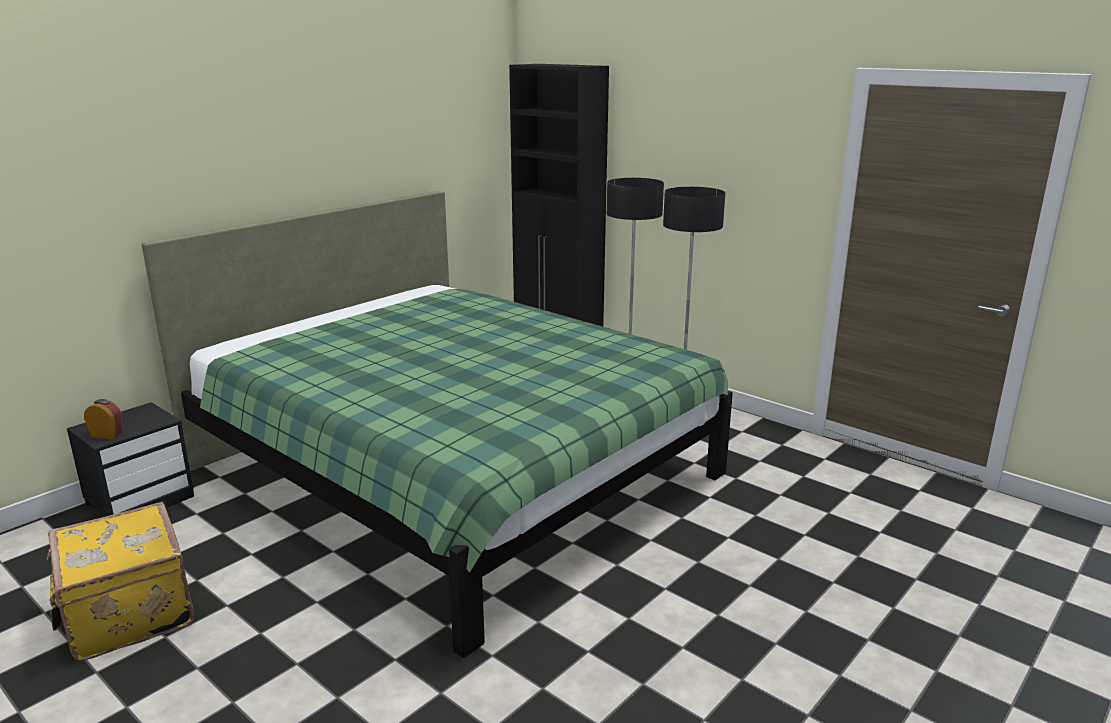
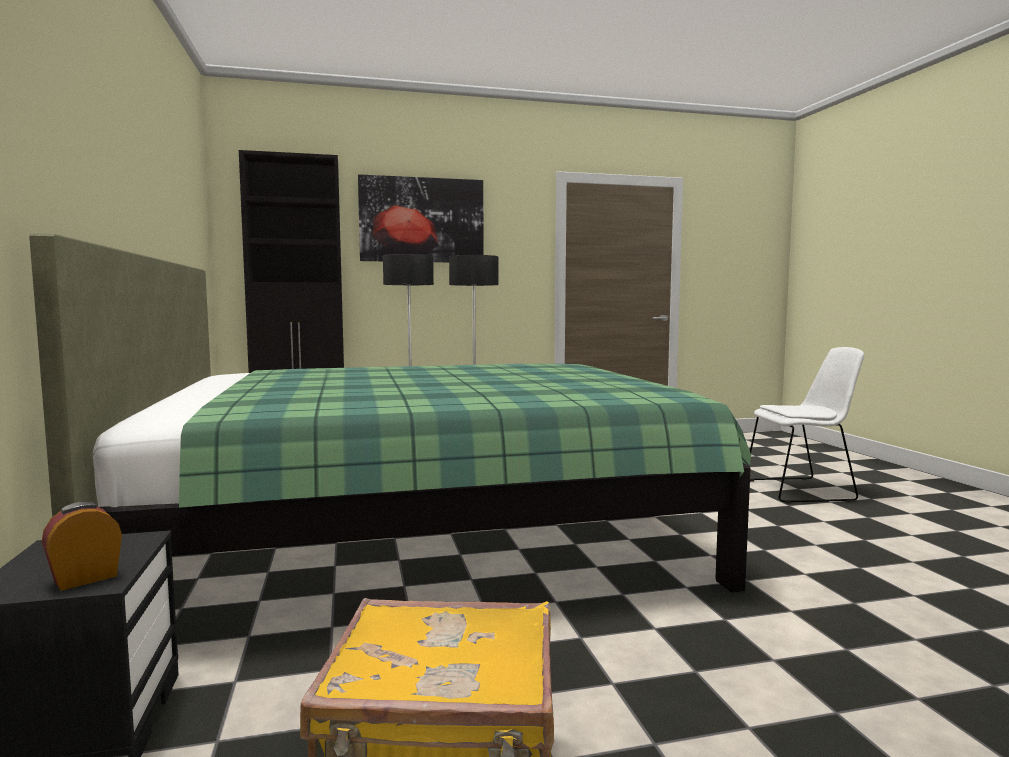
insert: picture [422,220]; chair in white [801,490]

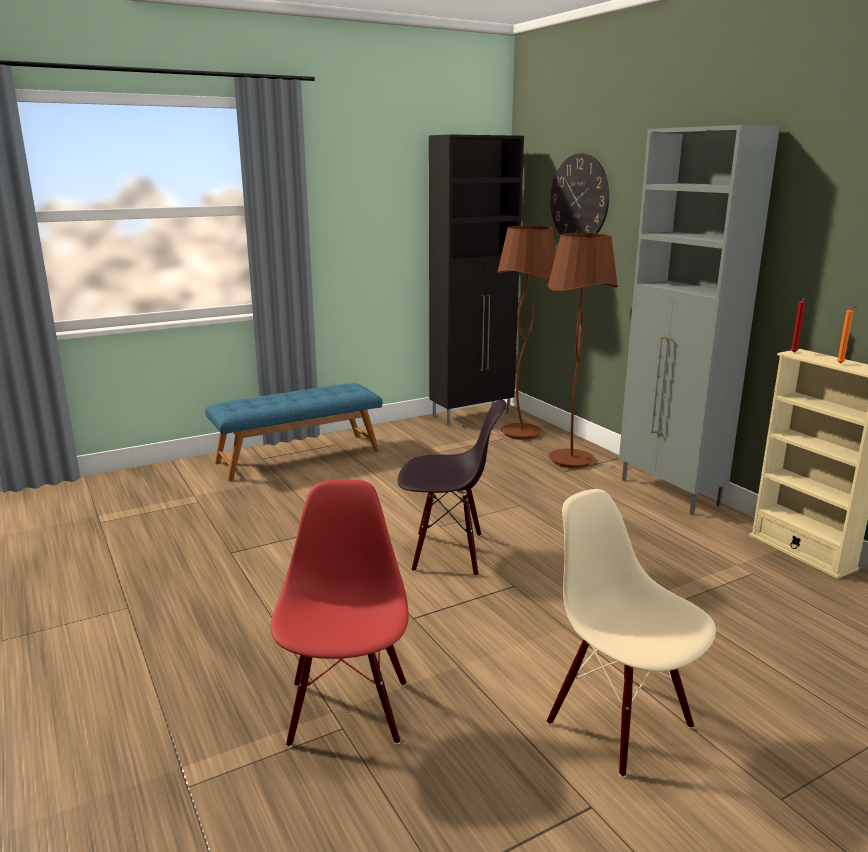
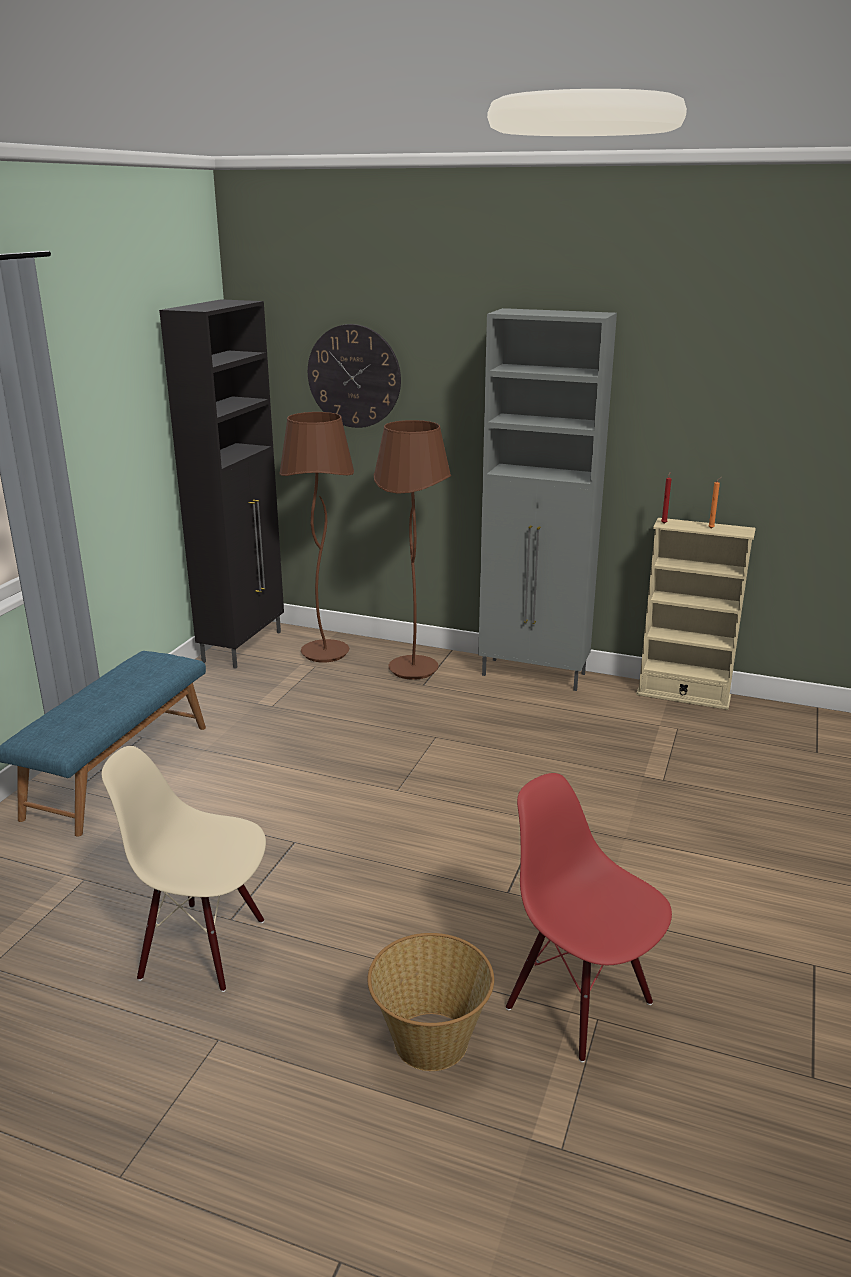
delete: chair in black [448,553]
insert: basket [430,1042]
move: chair in beige [621,723] to [203,947]

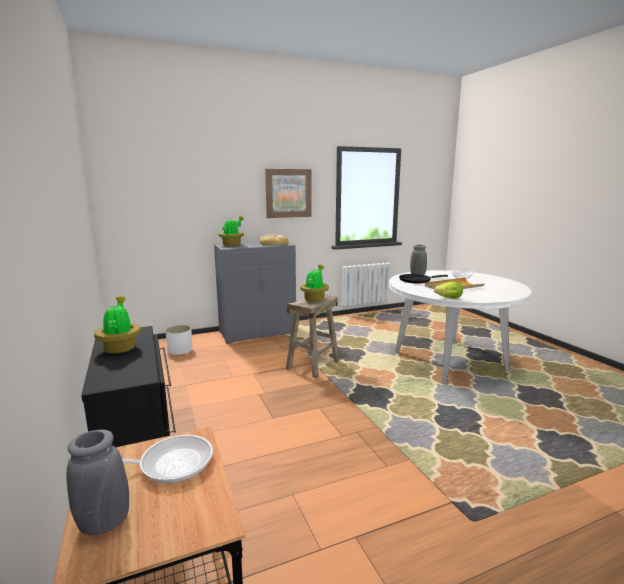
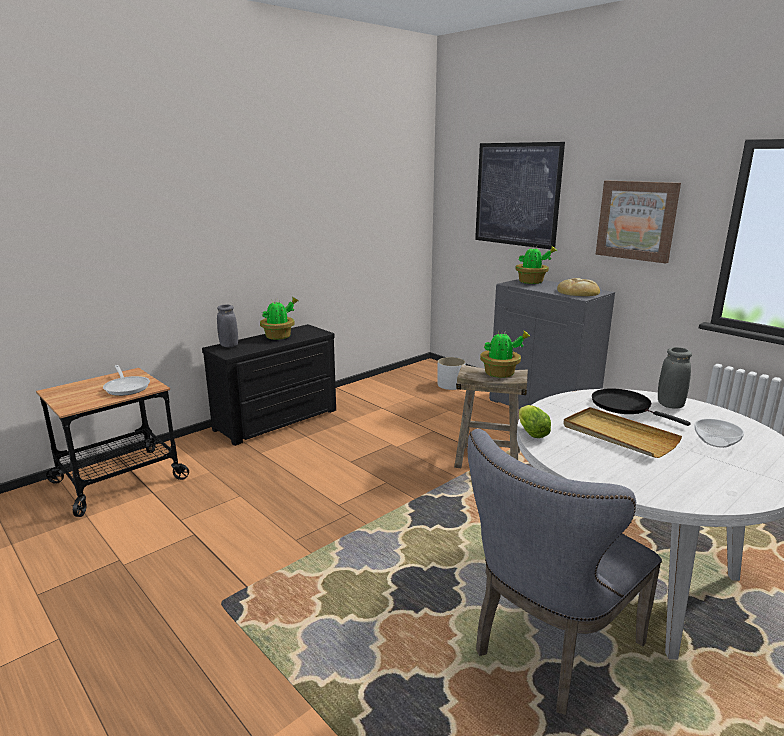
insert: chair in grey [549,651]; picture [517,194]
move: vase in grey [104,523] to [229,346]

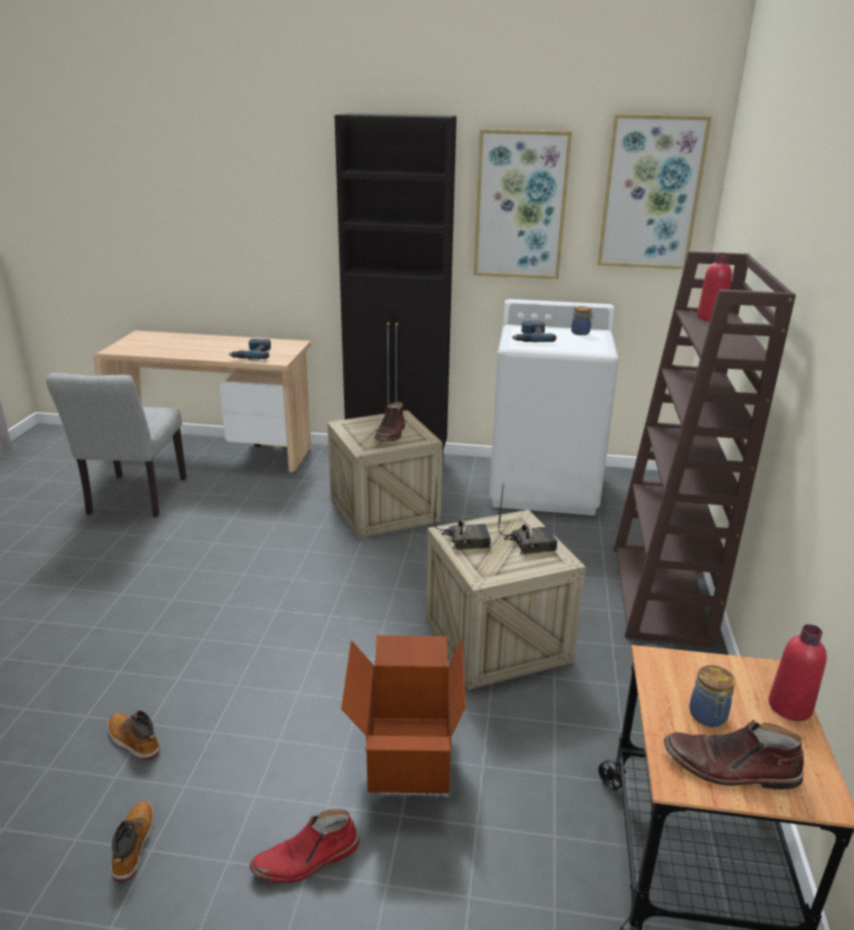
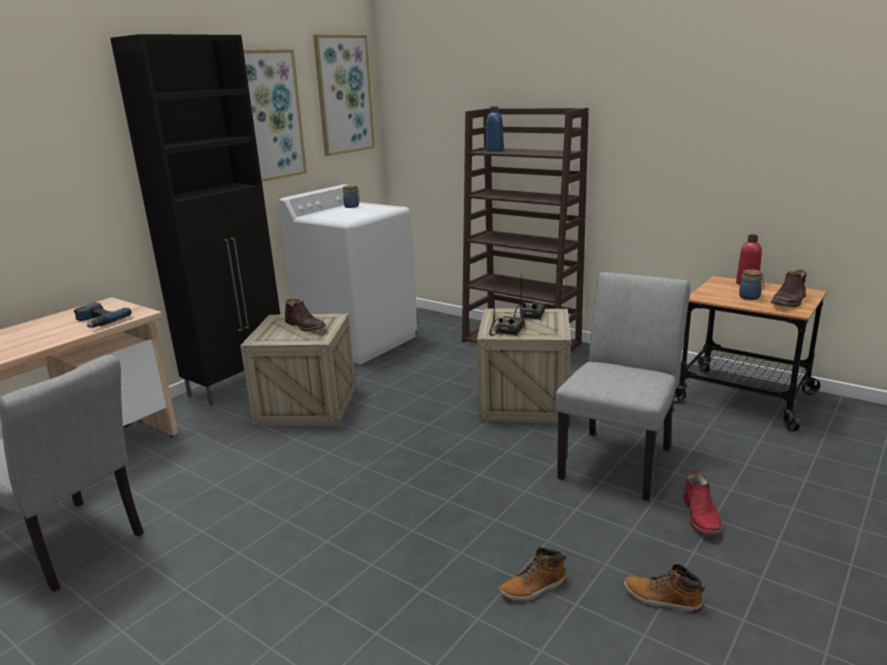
delete: power drill [531,338]
replace: cardboard box [407,754] to chair in grey [619,458]
recolor: bottle in red [710,318] to bottle in blue [494,150]

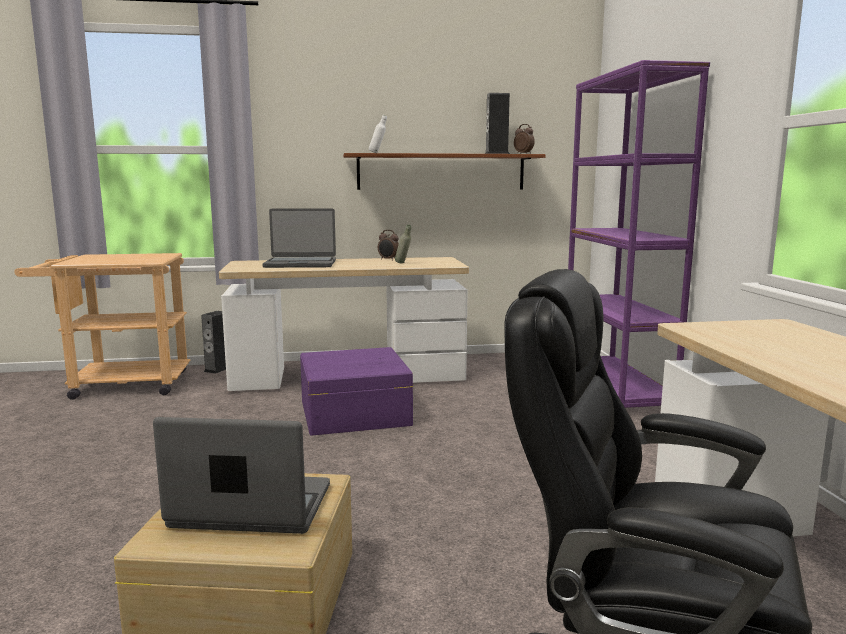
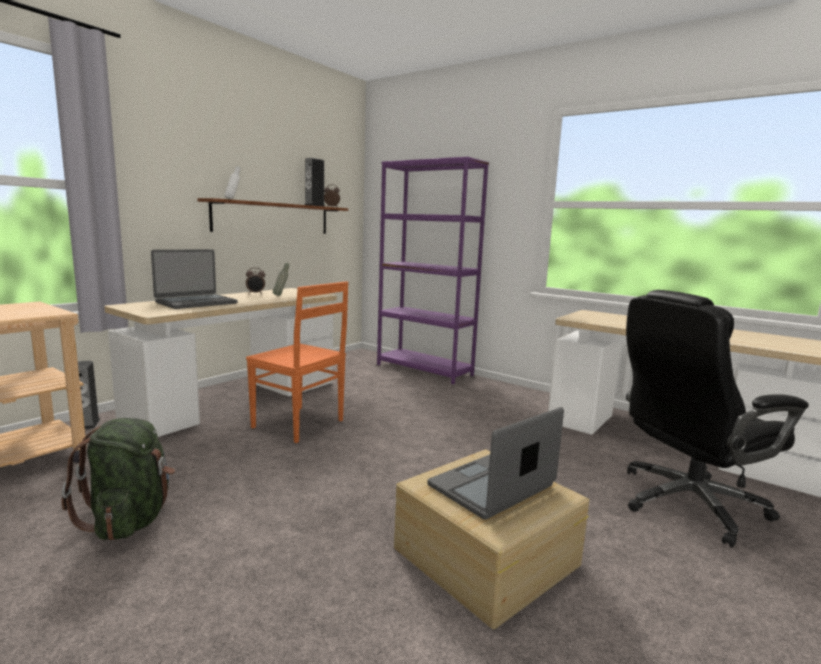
insert: backpack in green [130,519]
replace: storage box in purple [353,412] to chair in orange [300,424]

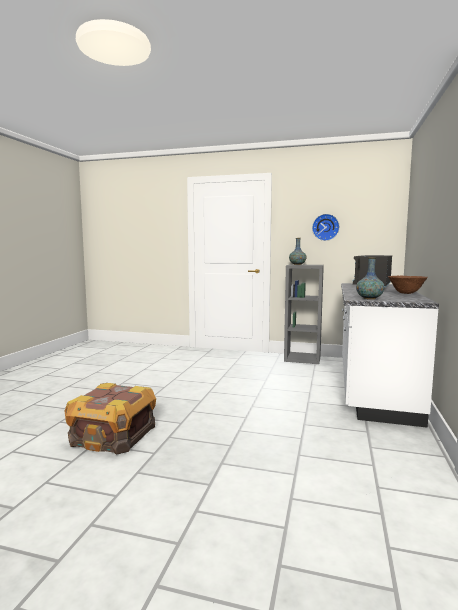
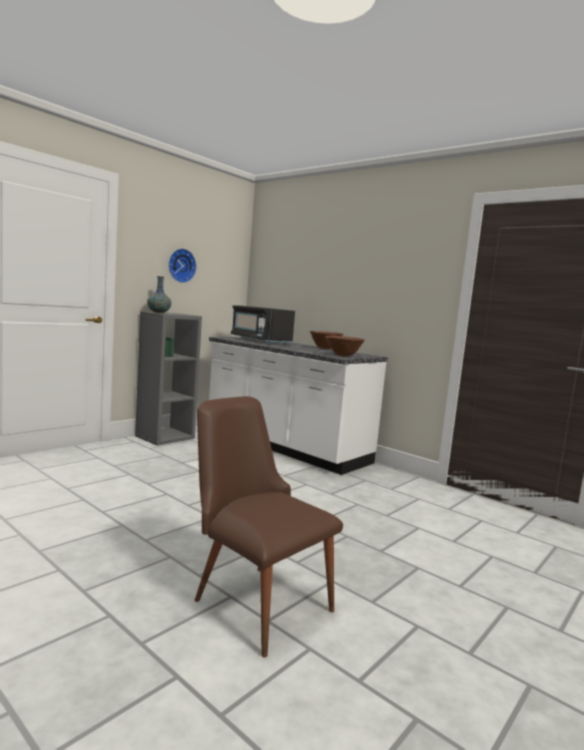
replace: crate [114,435] to chair in brown [254,599]; vase [369,298] to bowl in brown [343,356]

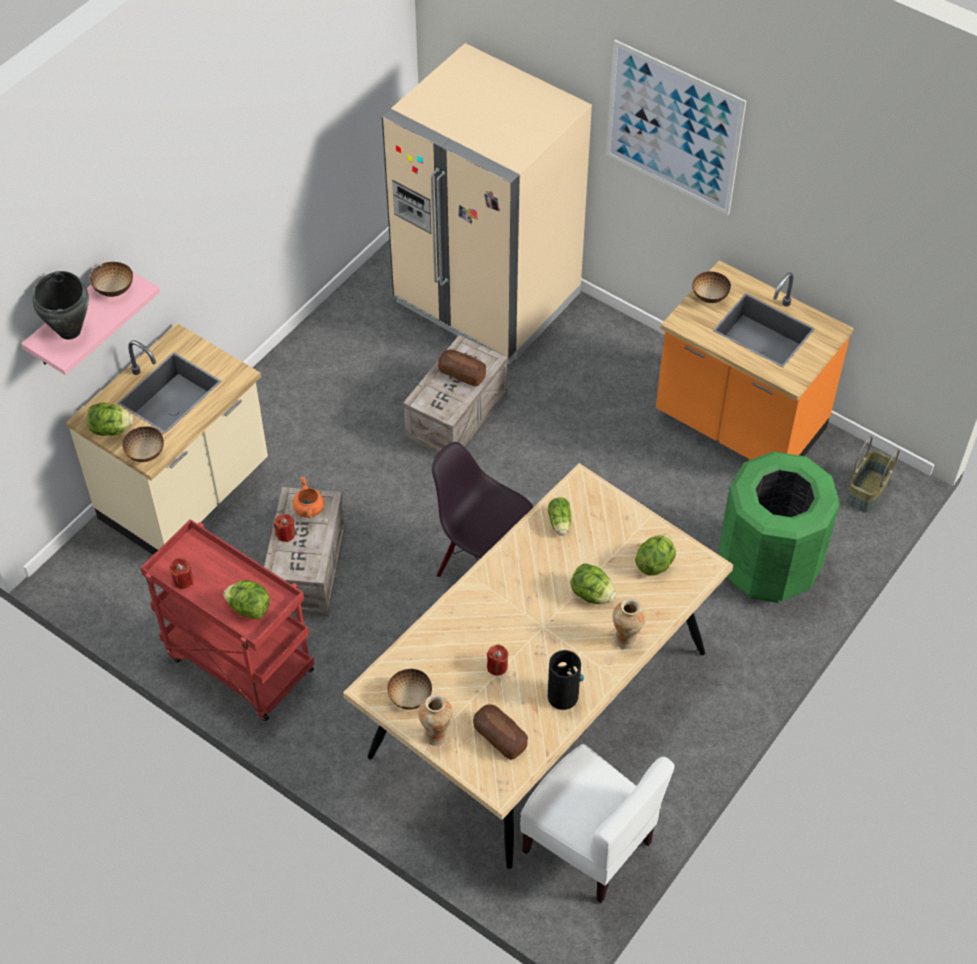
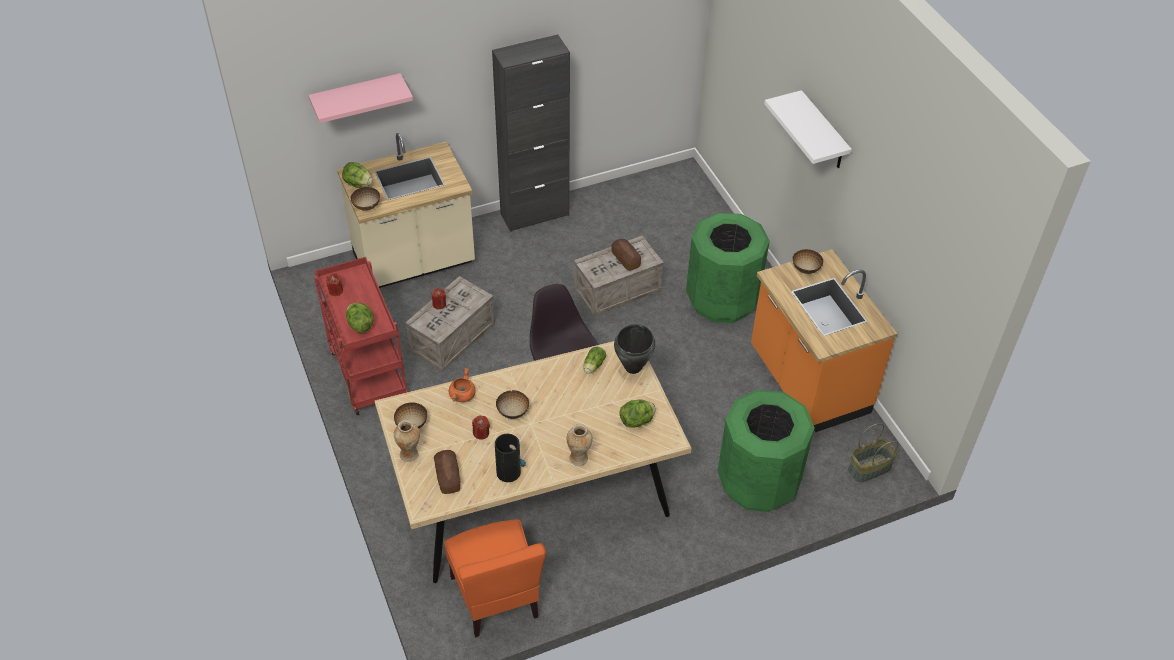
delete: fridge in beige [487,299]; lettuce [591,594]
insert: cabinet in black [534,214]; trash can in green [722,300]
move: cooking pot in black [70,331] to [633,367]; bowl [115,290] to [513,412]; cooking pot in orange [309,509] to [462,396]
replace: picture [673,128] to shelf in white [823,132]
recolor: chair in white [589,845] to chair in orange [496,596]

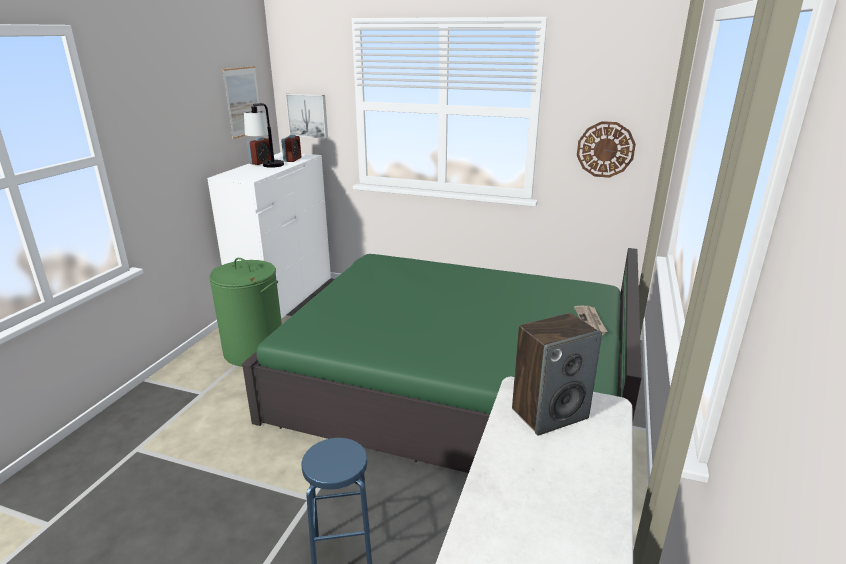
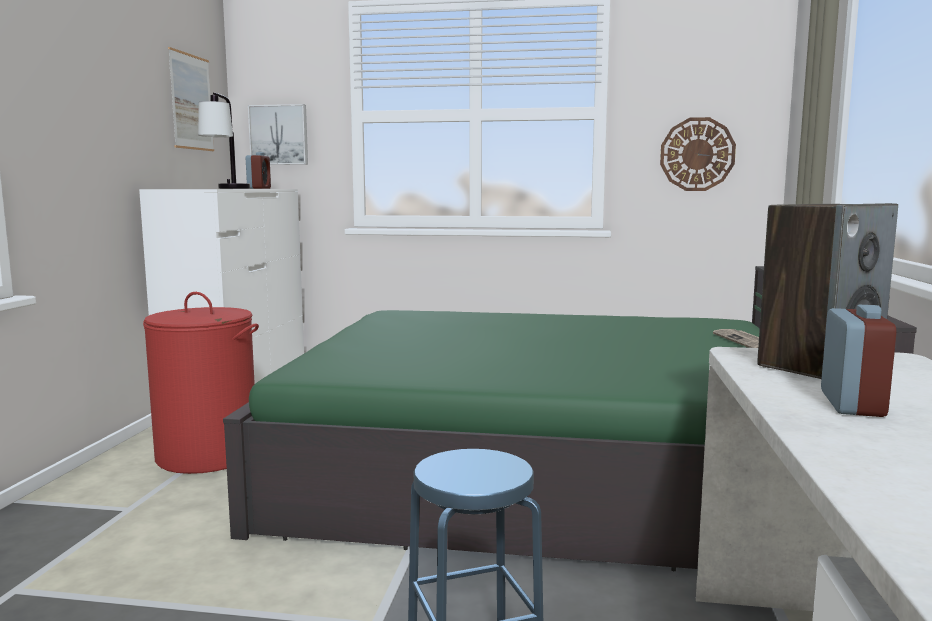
move: alarm clock [261,162] to [851,404]
recolor: laundry basket in green [254,350] to laundry basket in red [208,455]

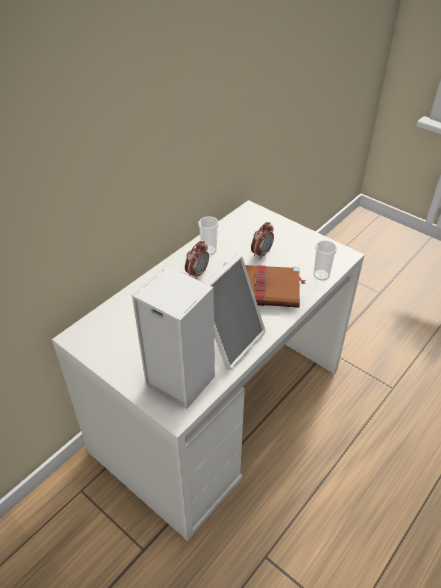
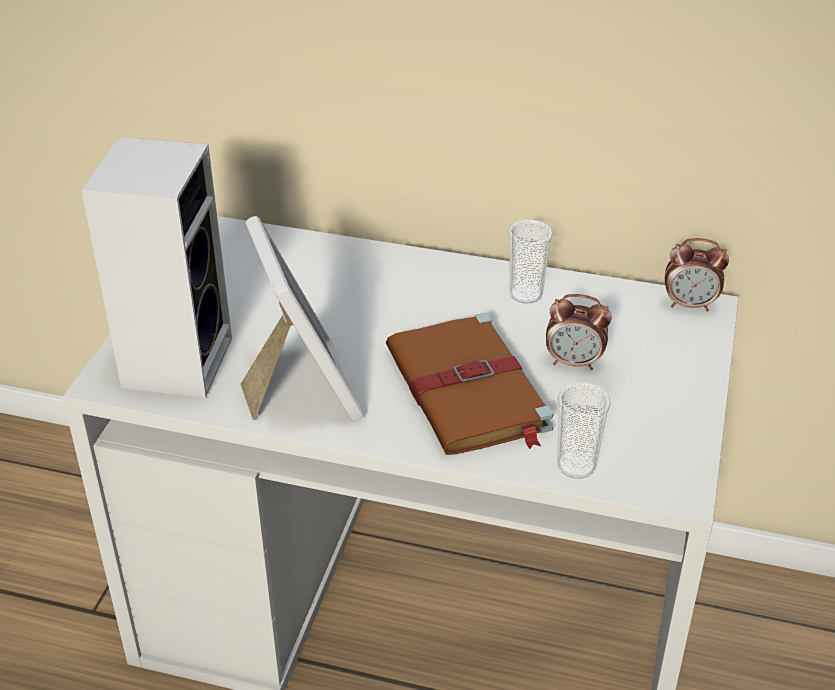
move: alarm clock [197,273] to [690,305]
rotate: picture frame [229,340] = [301,390] 120 degrees counterclockwise

